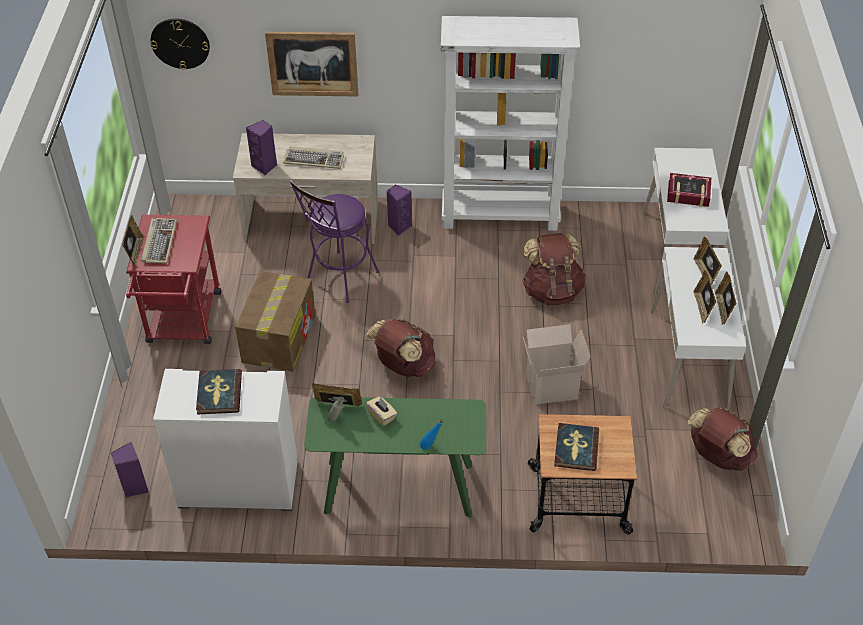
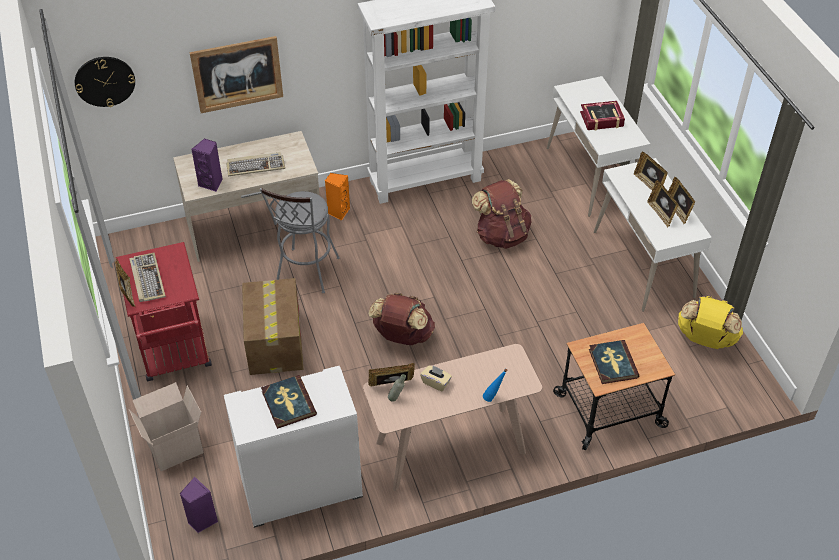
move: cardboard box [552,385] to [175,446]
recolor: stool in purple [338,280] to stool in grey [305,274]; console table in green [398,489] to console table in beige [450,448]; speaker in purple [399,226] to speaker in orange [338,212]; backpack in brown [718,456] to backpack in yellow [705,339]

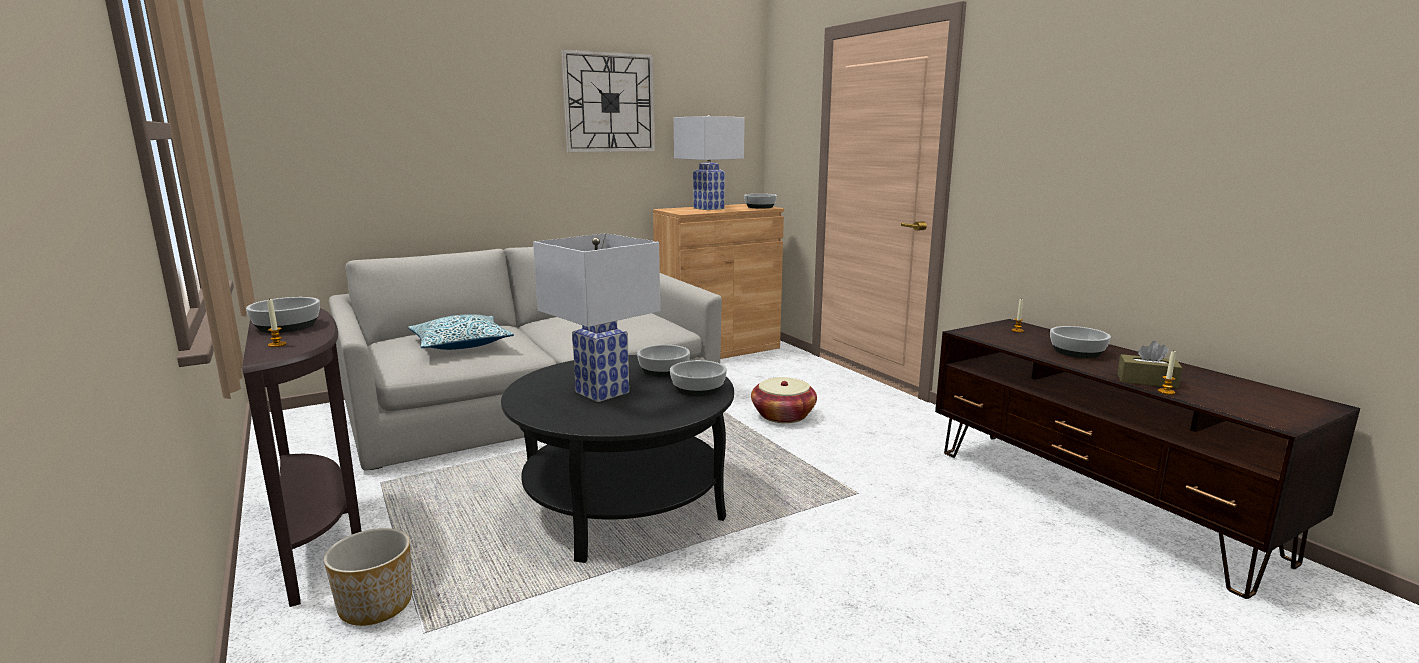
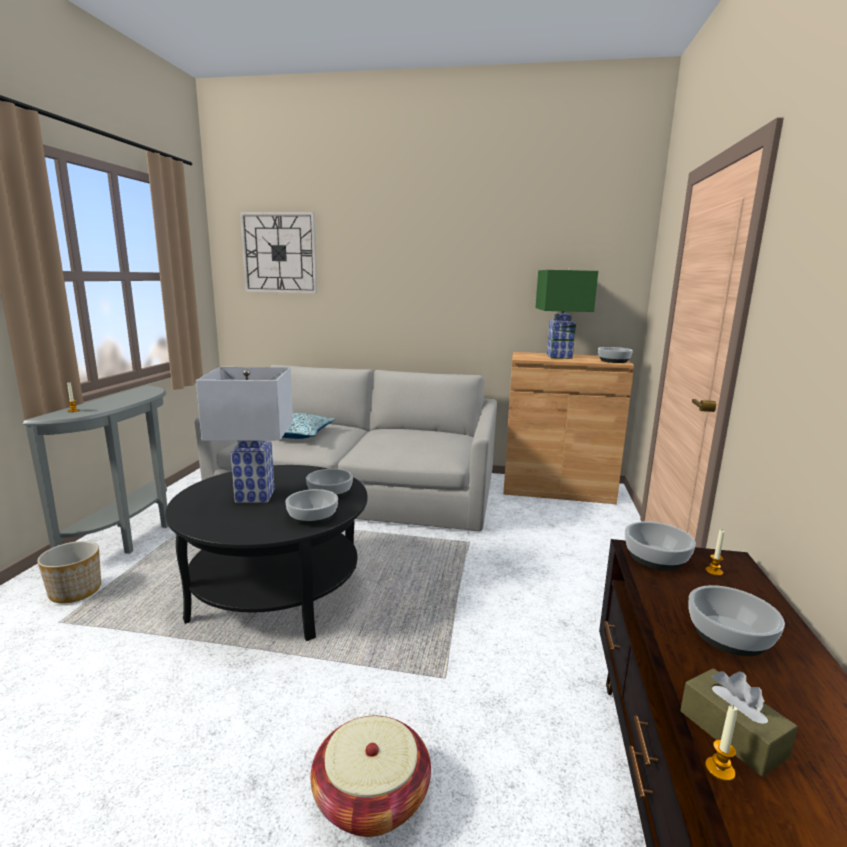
move: bowl [287,326] to [656,557]; wall clock [609,103] to [279,253]; basket [783,415] to [371,797]
recolor: console table in brown [322,535] to console table in grey [132,536]; table lamp in white [708,208] to table lamp in green [558,357]

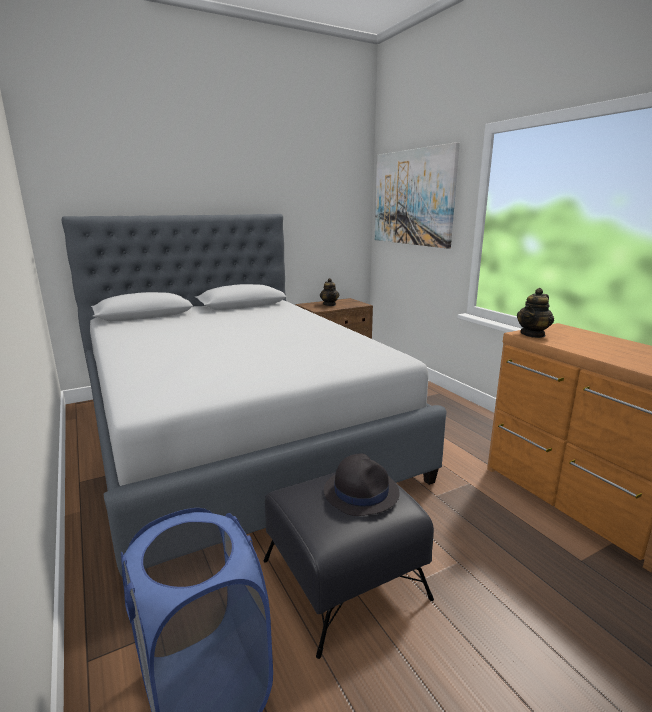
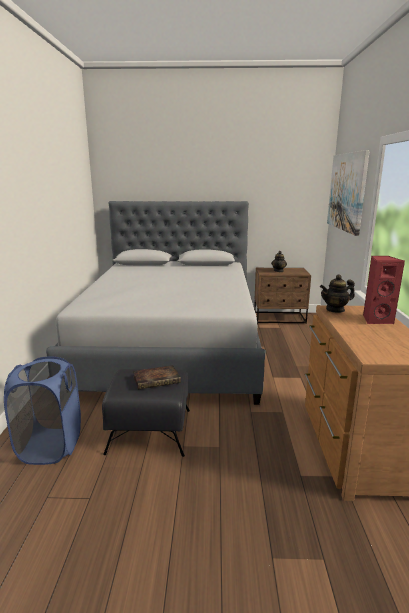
insert: speaker in red [376,320]
replace: hat in black [361,491] to book [157,379]

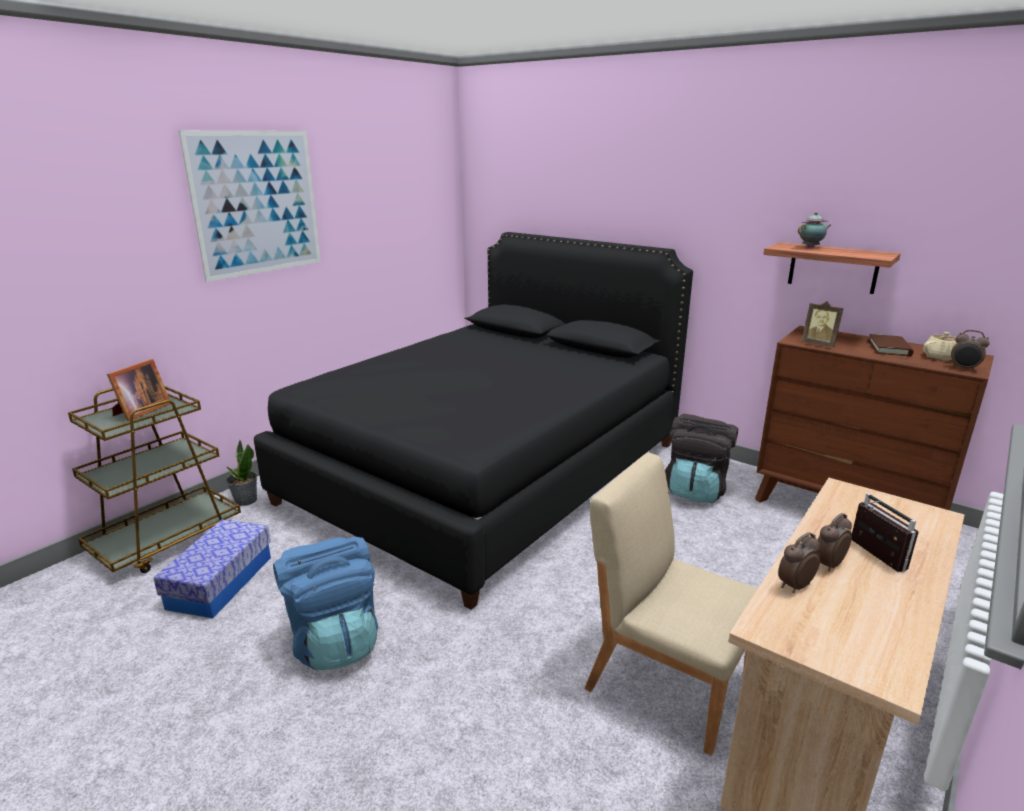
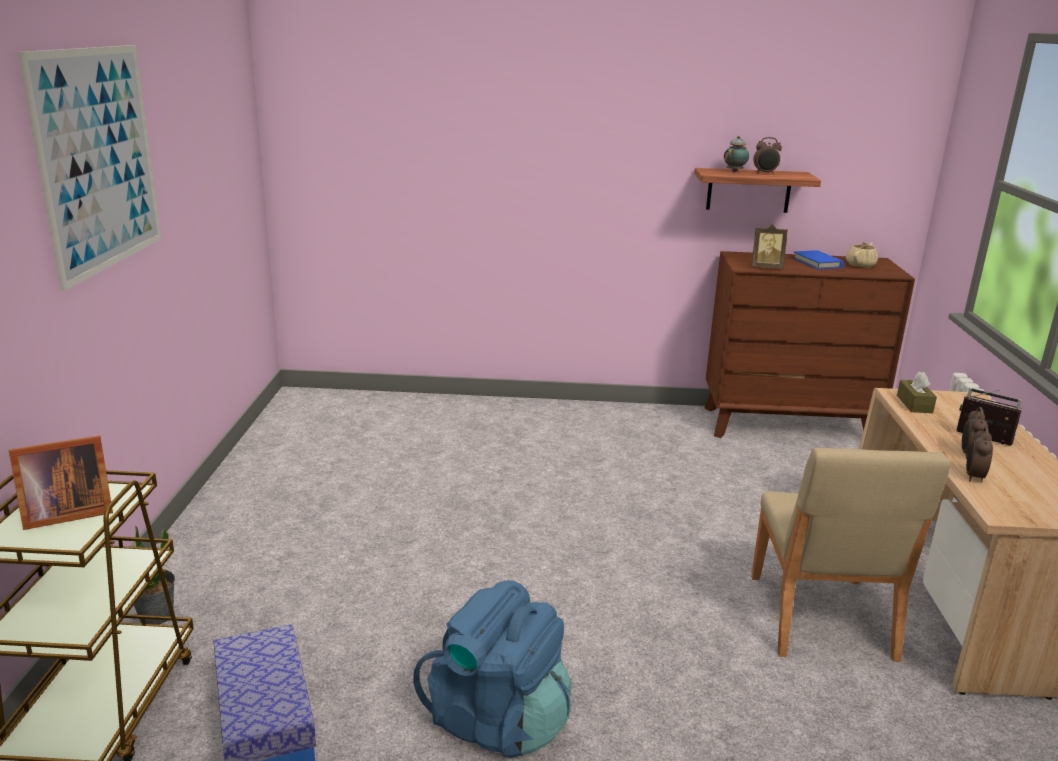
delete: bed in black [487,472]; backpack in black [696,490]
insert: tissue box in brown [914,404]
move: alarm clock [964,369] to [765,173]
recolor: book in brown [889,348] to book in blue [817,263]
rotate: picture frame [140,411] = [65,513] 75 degrees clockwise; chair in beige [667,680] = [820,617] 90 degrees counterclockwise

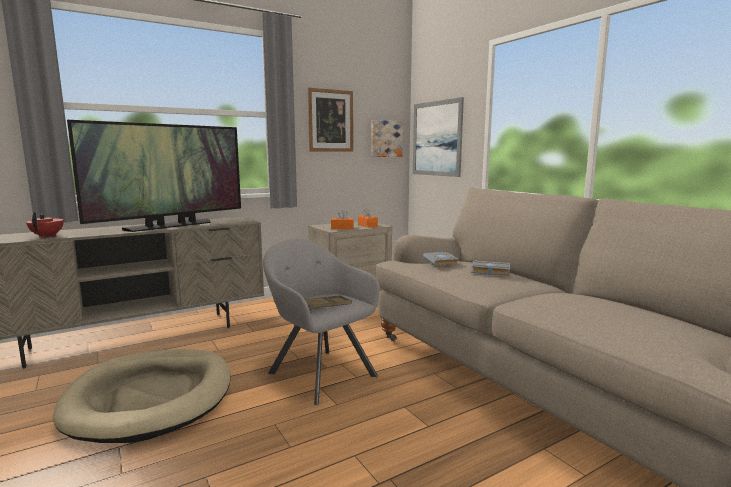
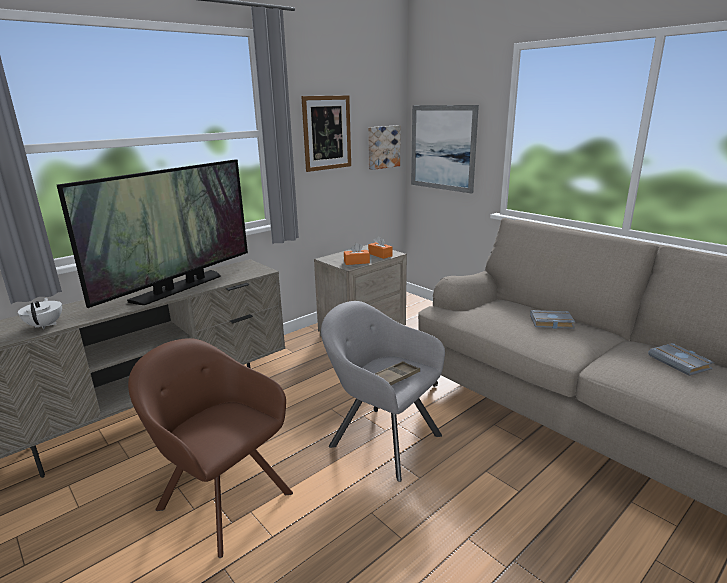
move: book in grey [442,262] to [681,363]
replace: dog bed in beige [151,398] to armchair in brown [221,498]
recolor: teapot in red [48,236] to teapot in white [45,325]

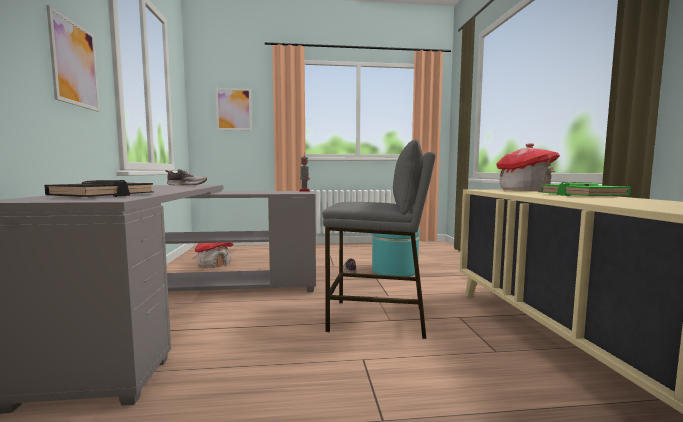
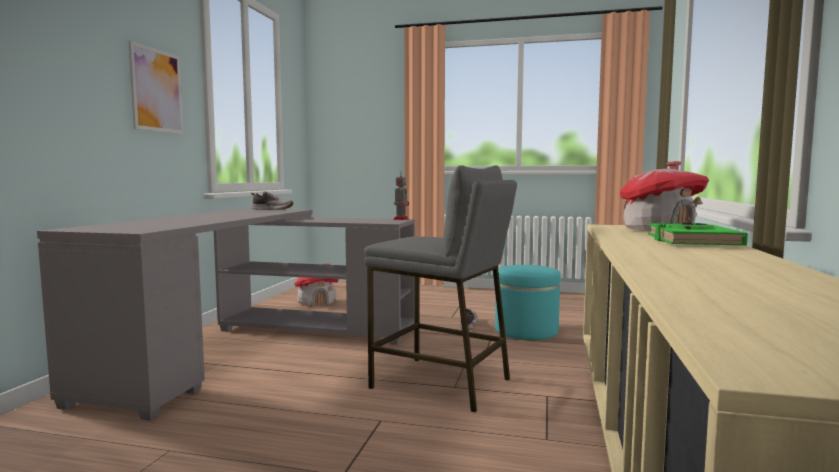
delete: book in black [103,195]; picture [234,109]

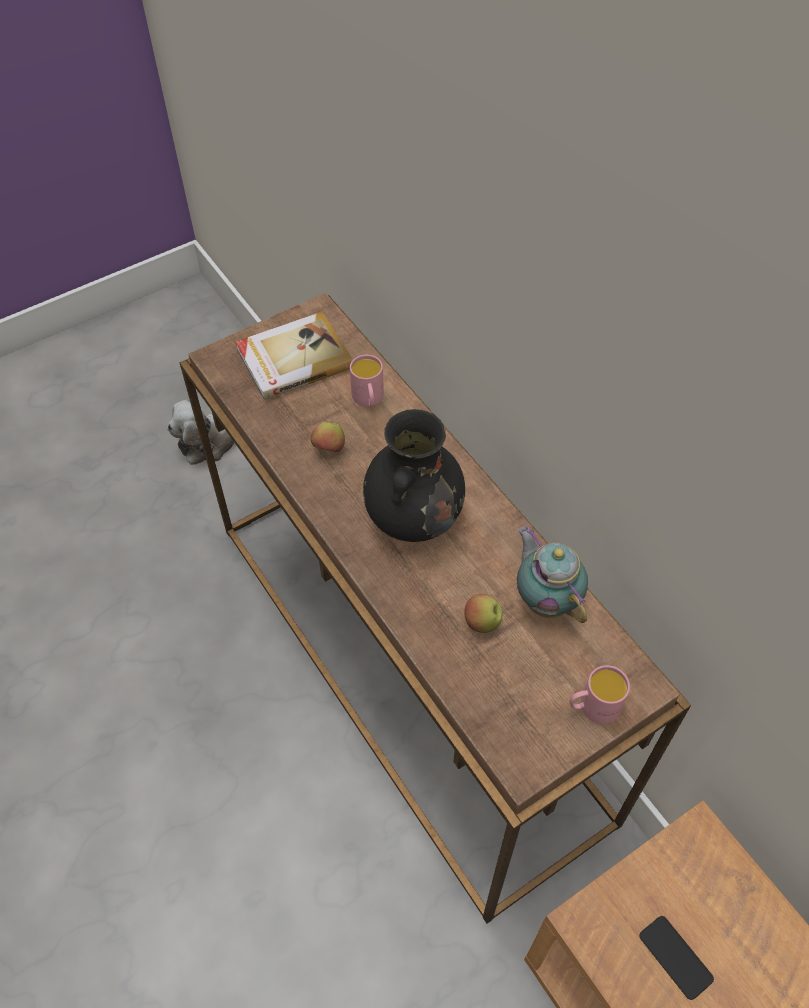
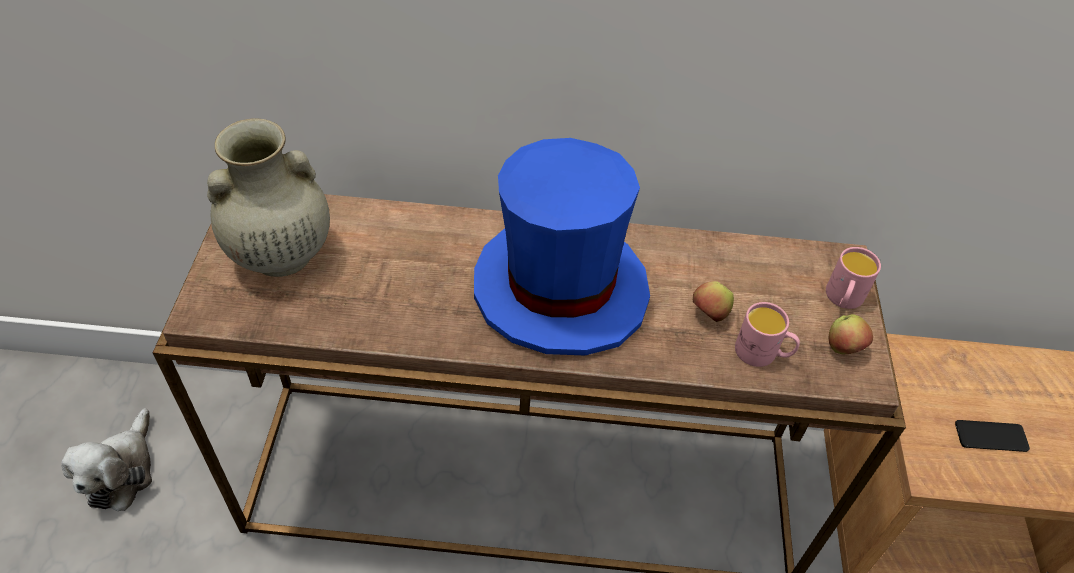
delete: teapot [545,599]
move: apple [329,449] to [843,348]; mug in pink [368,399] to [762,354]
replace: book [293,358] to vase in beige [279,256]; vase in black [414,518] to hat in blue [560,289]

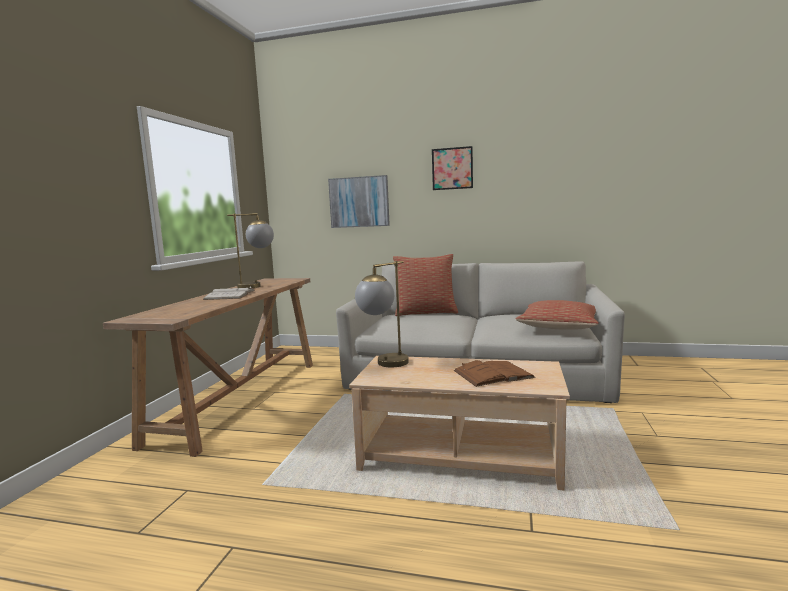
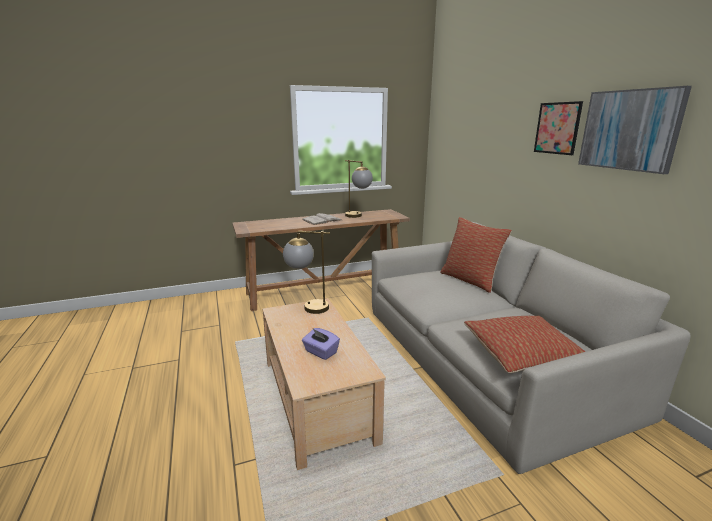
move: picture [359,202] to [629,130]
replace: book in brown [493,374] to tissue box in purple [320,352]

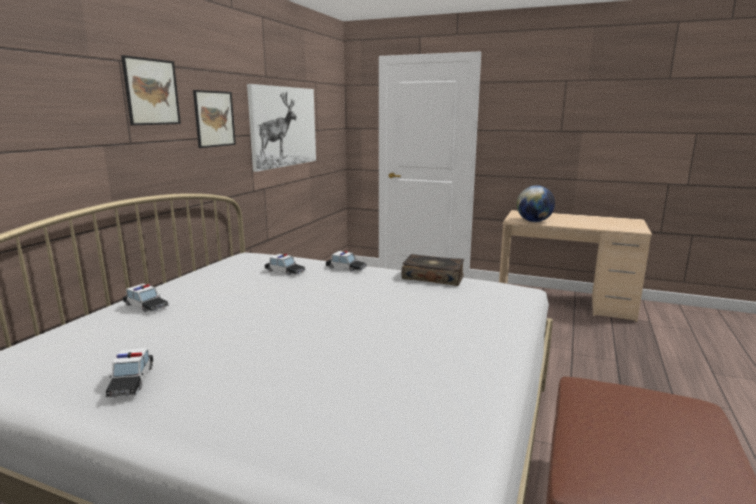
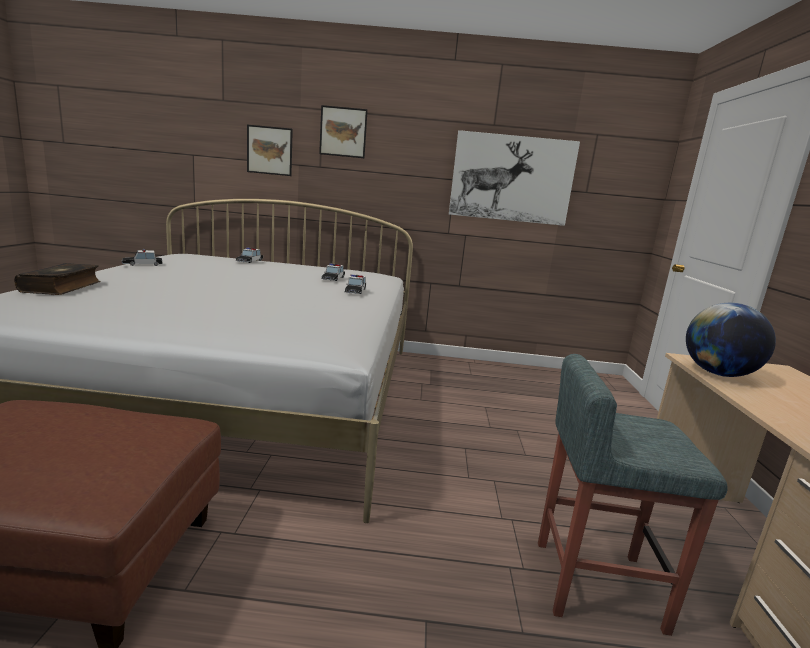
insert: stool in grey [594,583]
move: picture [214,119] to [269,150]; book [433,277] to [62,287]

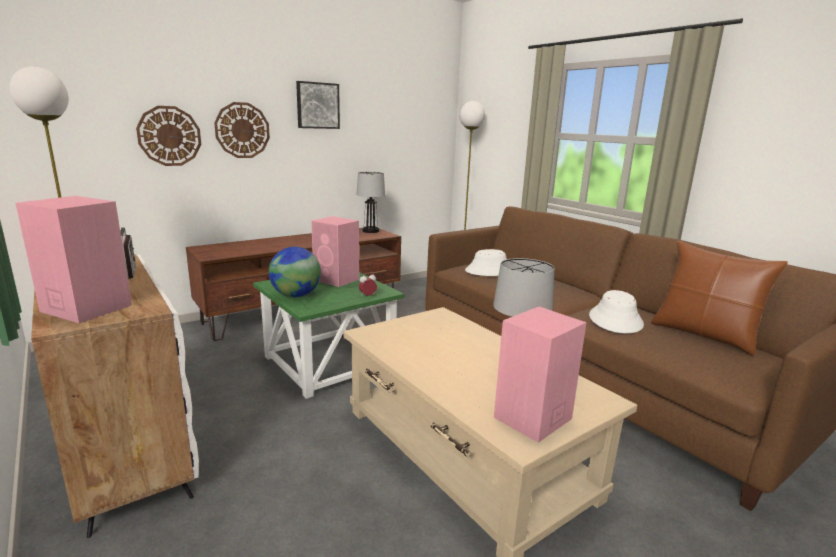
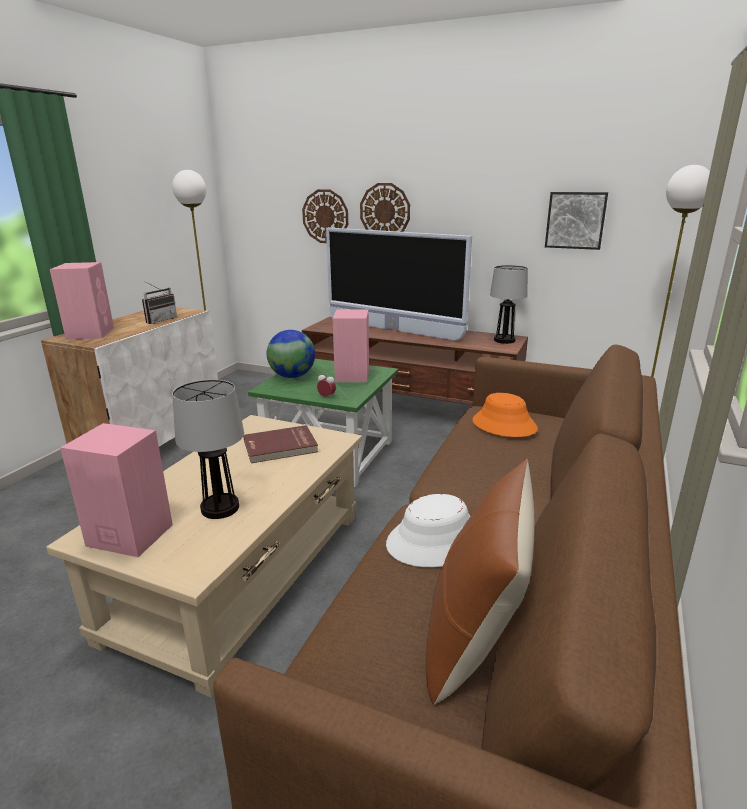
insert: book in red [280,447]; television [393,330]
move: picture [317,105] to [575,220]
recolor: hat in white [489,271] to hat in orange [503,425]

